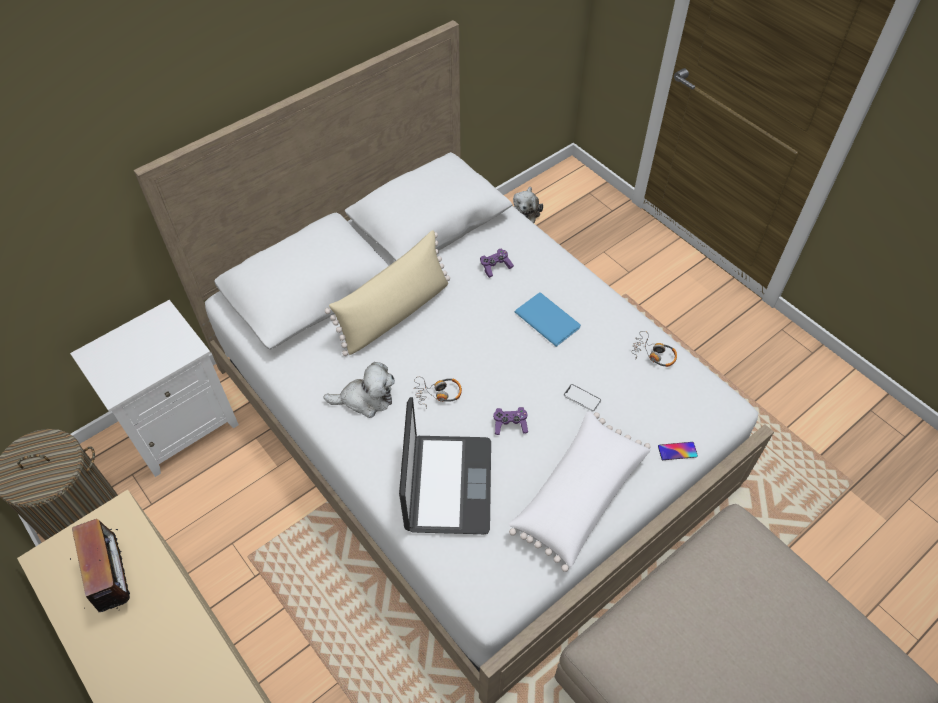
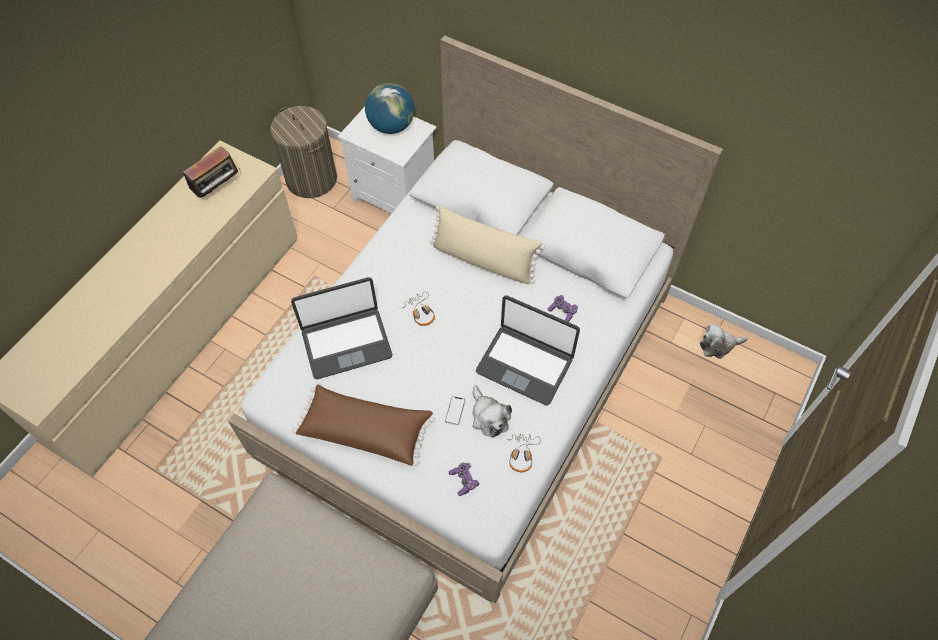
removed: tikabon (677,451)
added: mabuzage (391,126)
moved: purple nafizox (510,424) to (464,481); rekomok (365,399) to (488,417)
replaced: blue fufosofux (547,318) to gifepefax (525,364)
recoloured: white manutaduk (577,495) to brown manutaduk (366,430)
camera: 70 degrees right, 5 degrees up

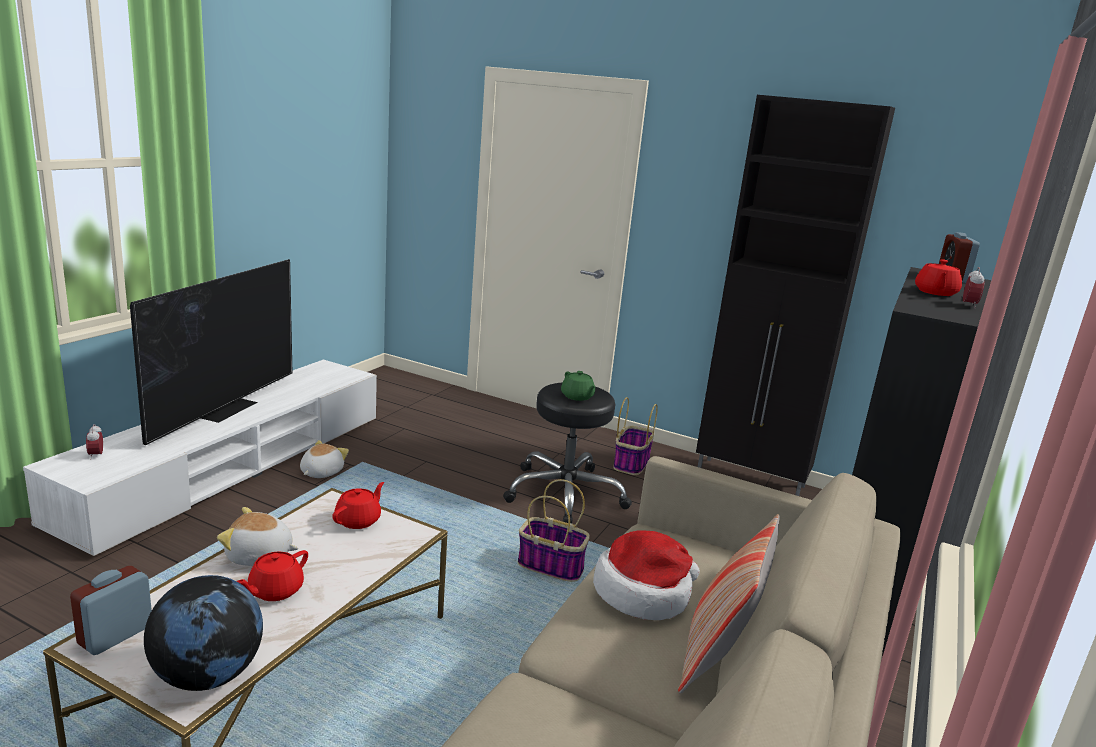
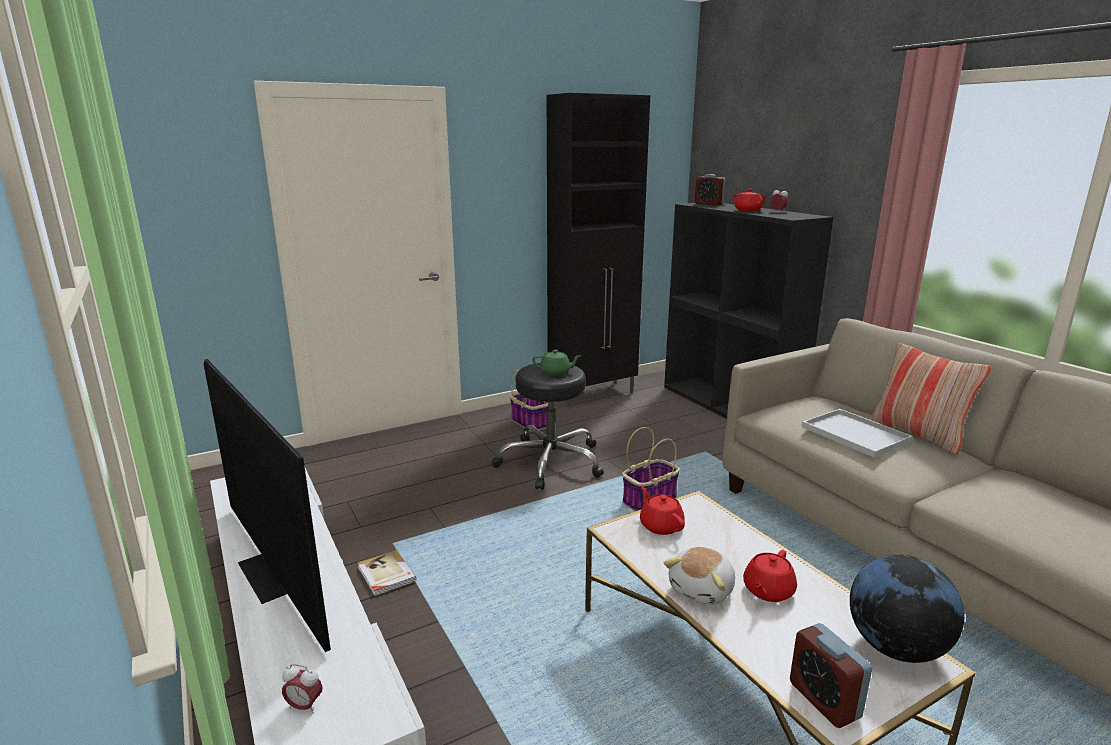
replaced: rekomok (320,472) to fufosofux (385,575); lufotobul (643,593) to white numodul (853,433)
turned: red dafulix (274,591) = (767,591) 60 degrees clockwise
camera: 55 degrees left, 0 degrees up

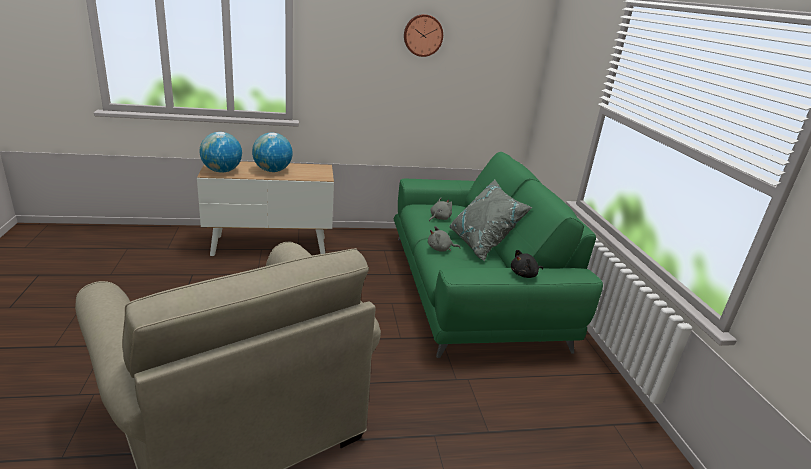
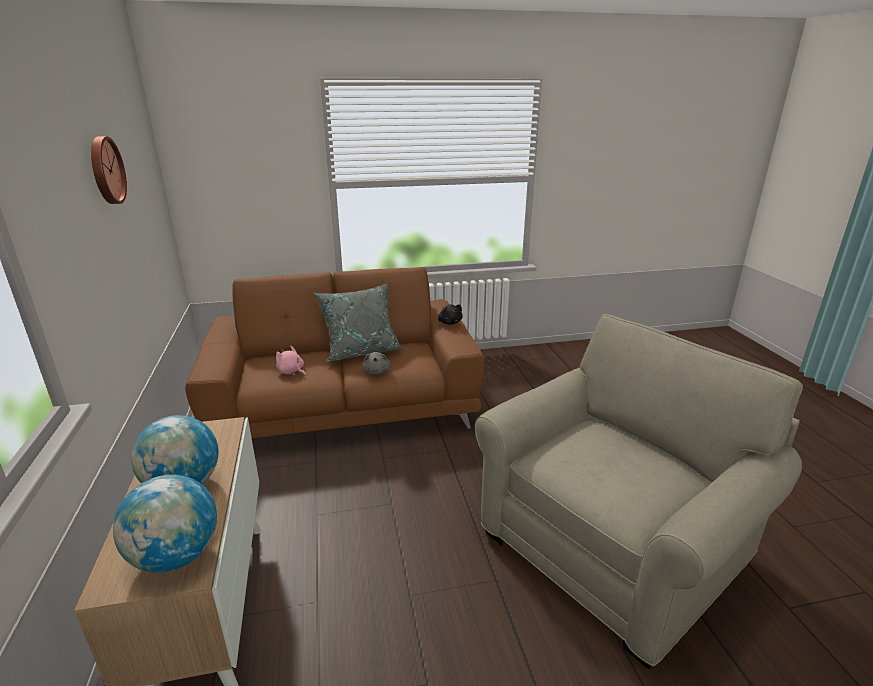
recoloured: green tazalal (471,288) to brown tazalal (345,406); grey rekomok (439,218) to pink rekomok (291,372)
camera: 90 degrees left, 0 degrees up

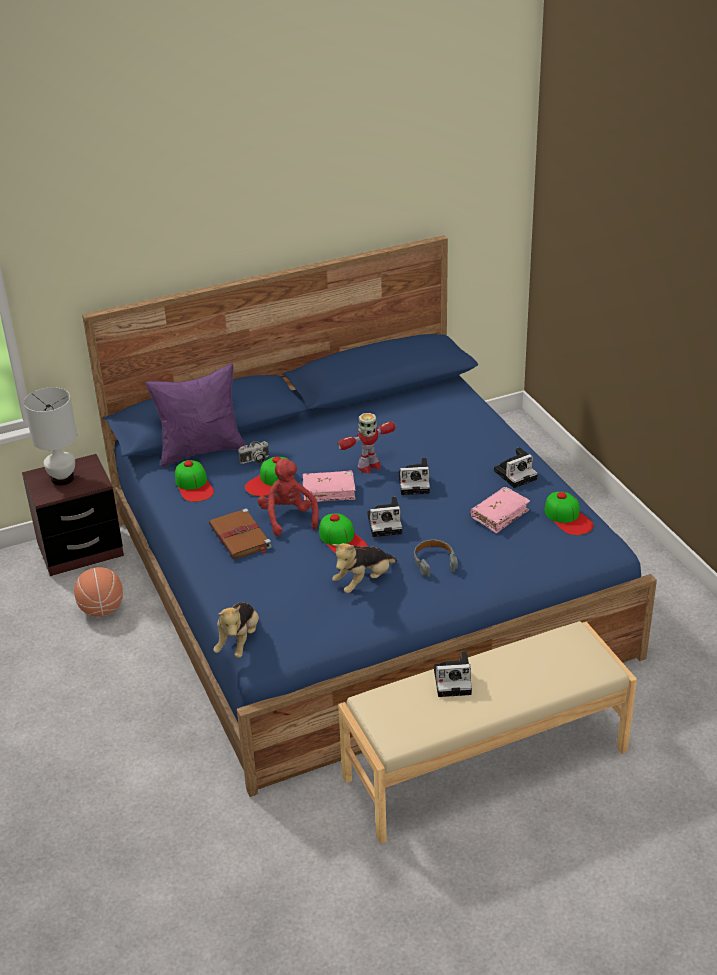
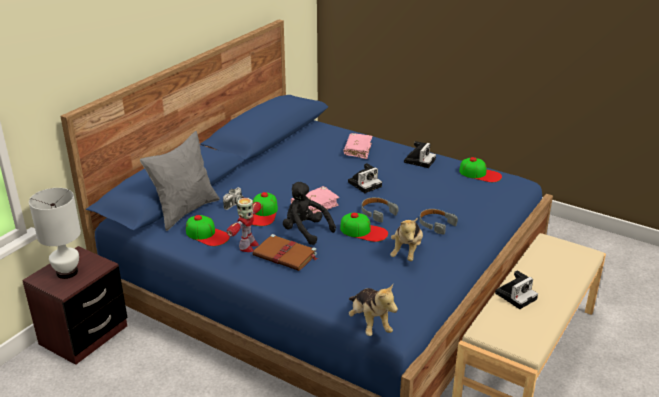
removed: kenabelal (102,609)
moved: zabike (368,466) to (248,246); pink fufosofux (499,515) to (358,150)
replaced: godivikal (386,523) to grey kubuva (377,212)
recoloured: purple manutaduk (201,450) to grey manutaduk (185,211); red rekomok (288,517) to black rekomok (305,231)
camera: 35 degrees left, 5 degrees down

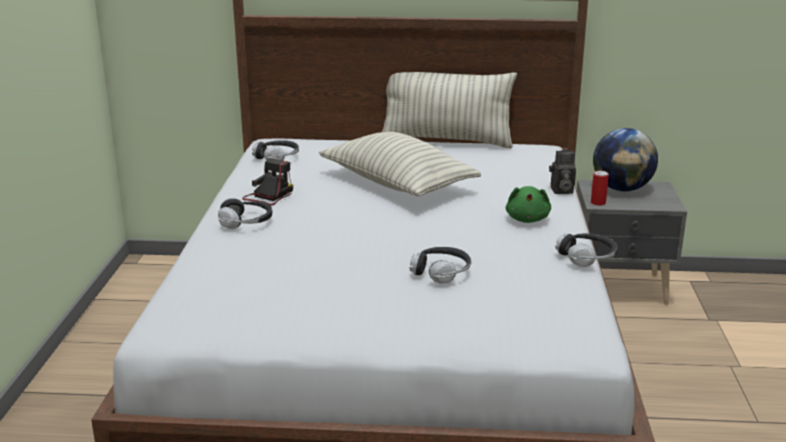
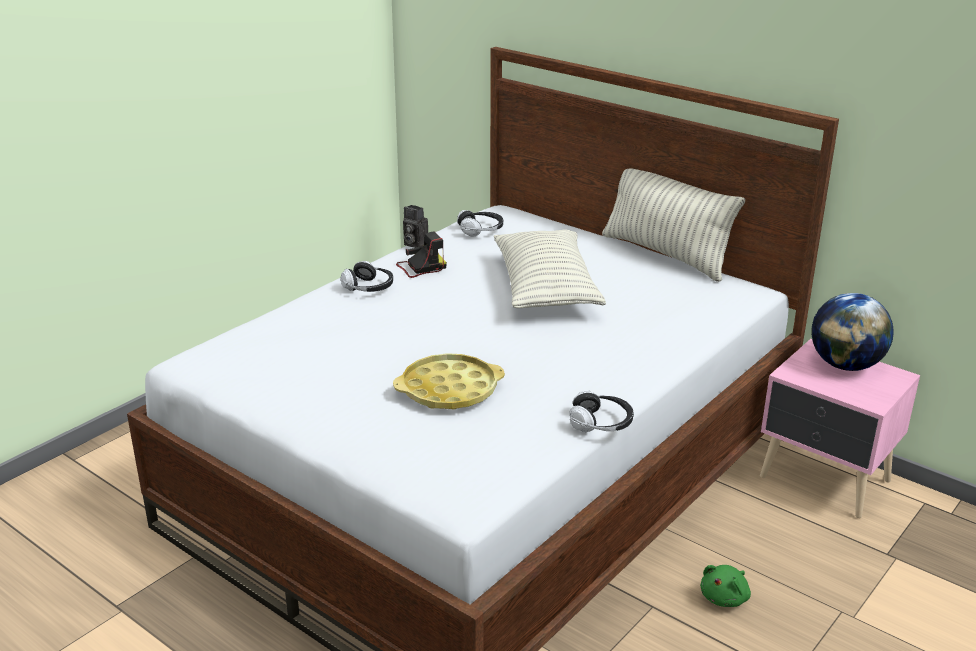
removed: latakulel (598,203)
moved: godivikal (561,191) to (414,244); green rekomok (527,219) to (725,597)
replaced: kubuva (441,273) to yellow numodul (449,390)
recoloured: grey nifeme (620,289) to pink nifeme (825,481)
camera: 35 degrees right, 5 degrees up

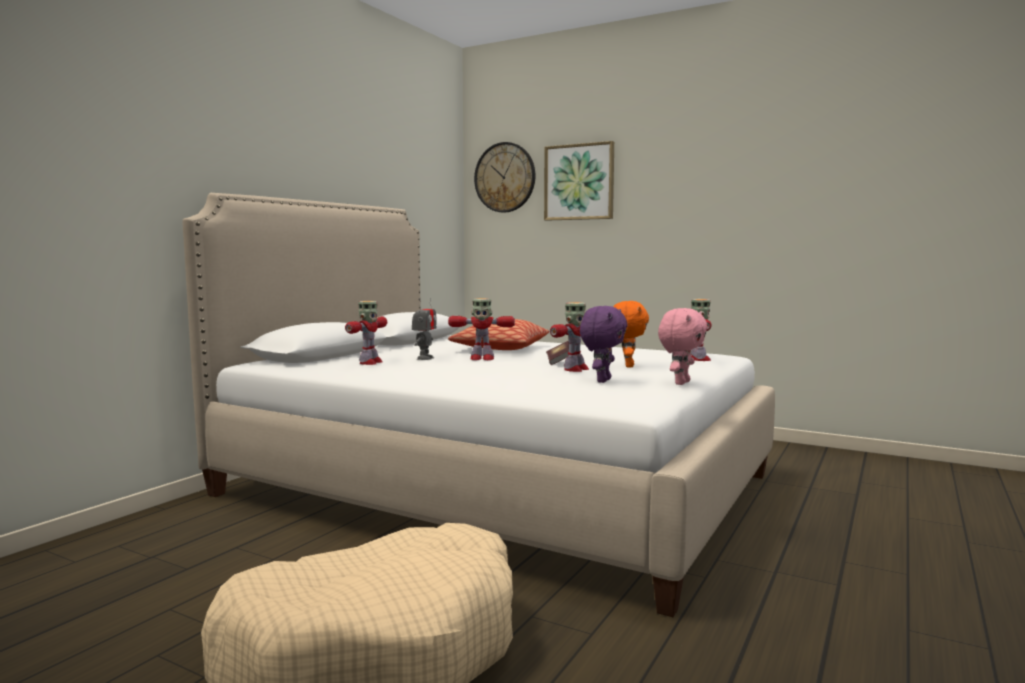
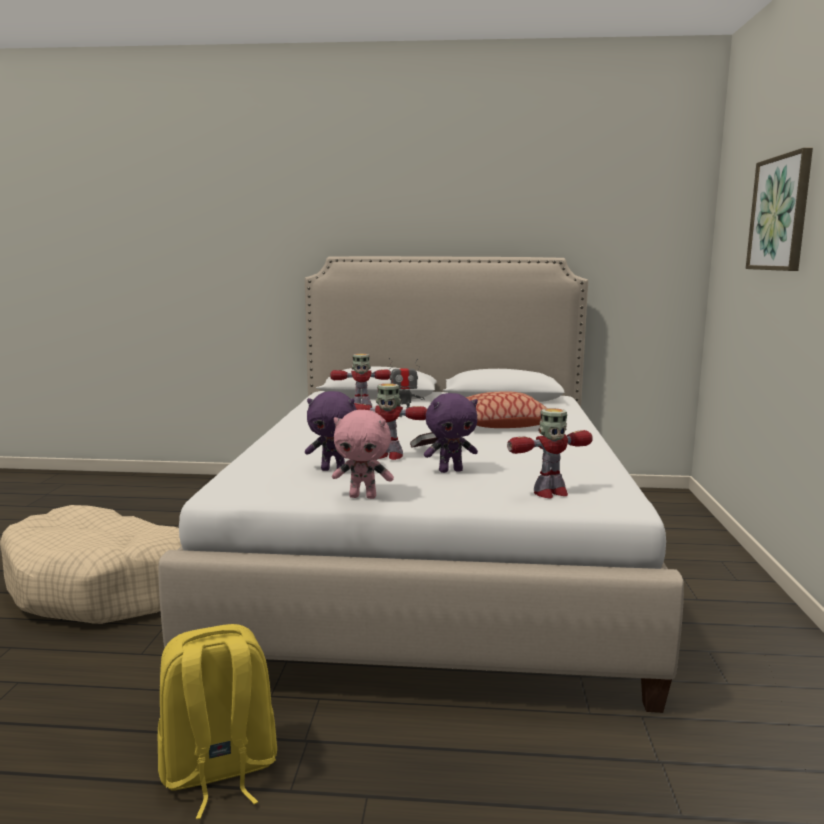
removed: zabike (481,358); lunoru (505,177)
added: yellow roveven (218,771)
recoloured: orange rekomok (627,366) to purple rekomok (450,470)
camera: 65 degrees right, 5 degrees up

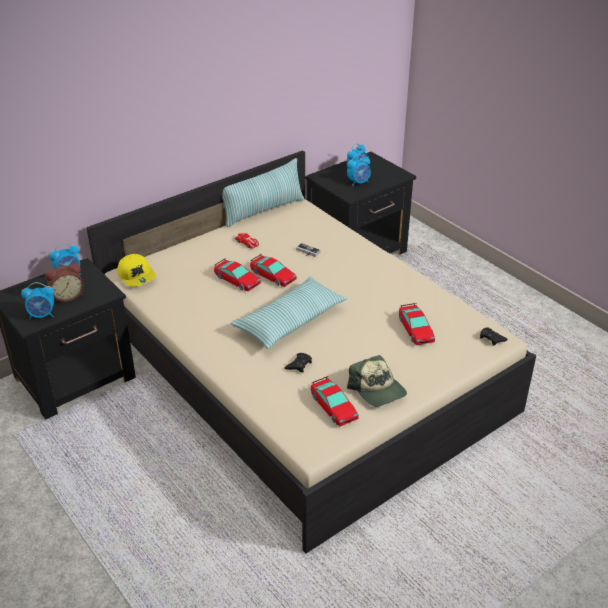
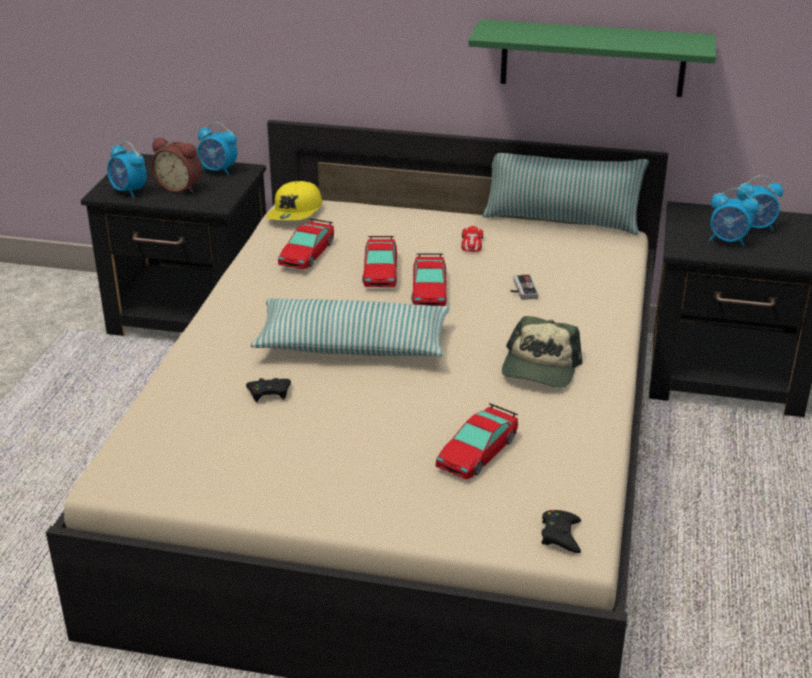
added: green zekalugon (592,58)
moved: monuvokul (333,407) to (306,253); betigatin (377,390) to (540,368)
camera: 50 degrees right, 5 degrees down

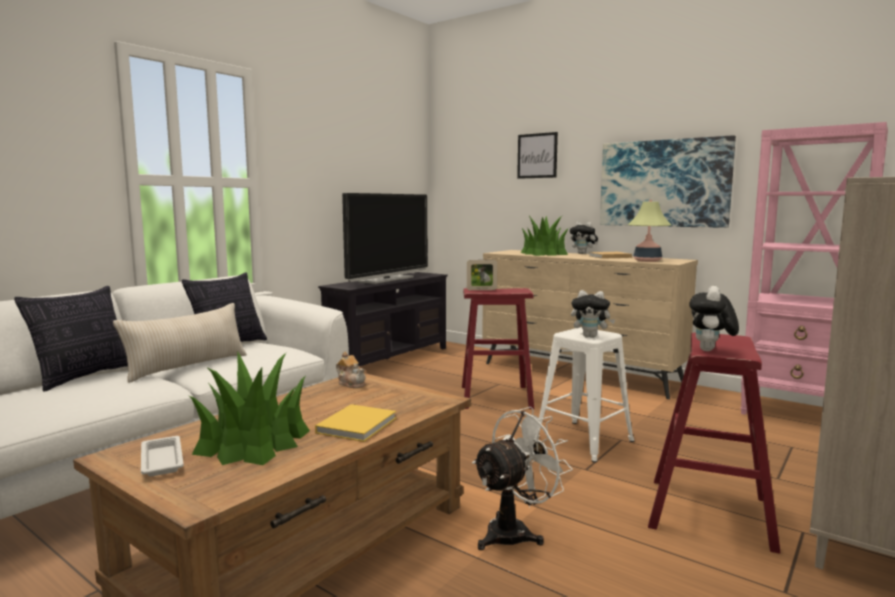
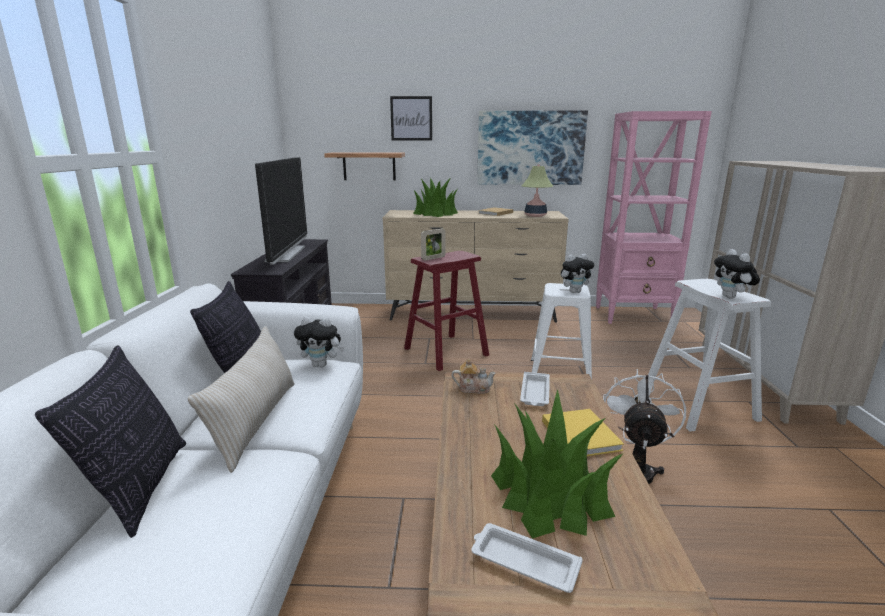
added: zekalugon (369,166); white numodul (535,393)
moved: rekomok (583,253) to (321,365)
recoloured: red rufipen (710,512) to white rufipen (698,406)
camera: 35 degrees left, 10 degrees up

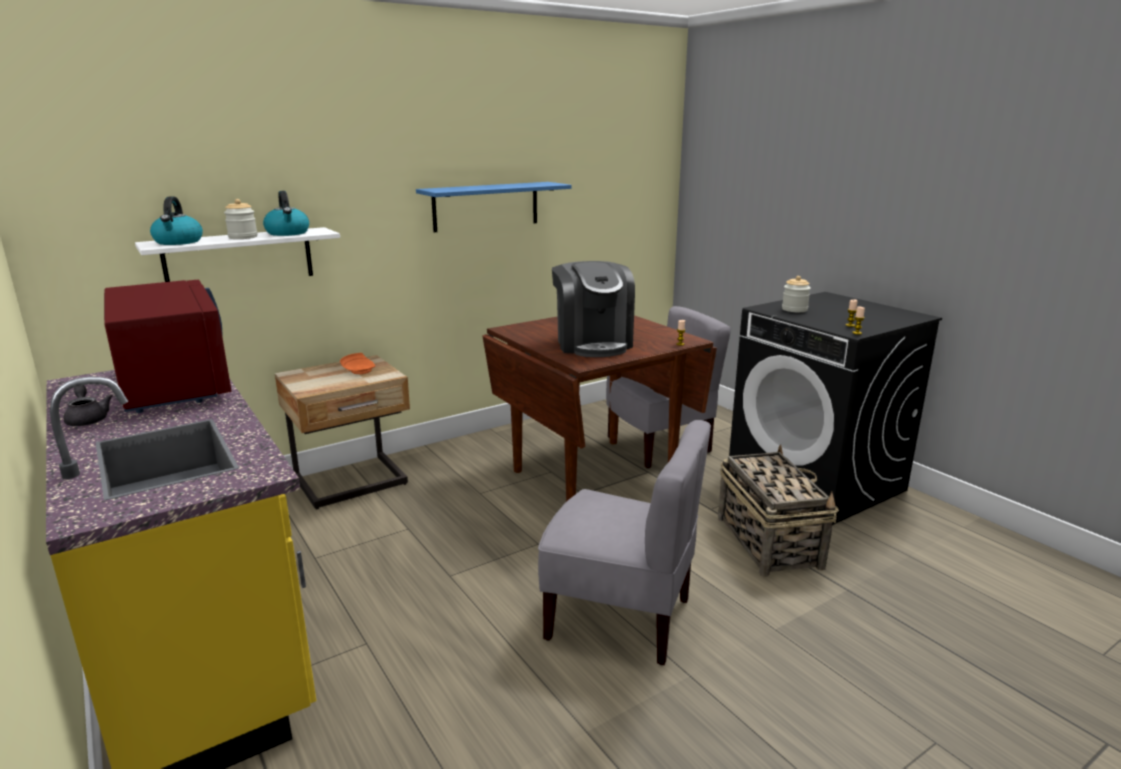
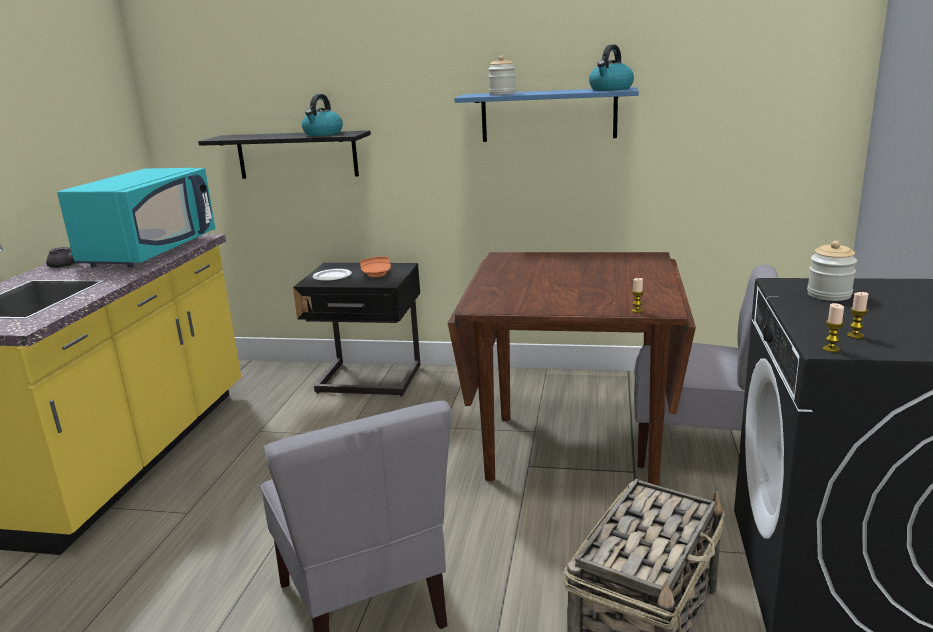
removed: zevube (592,343)
added: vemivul (332,277)
moved: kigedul (243,237) to (502,94); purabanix (178,242) to (611,89)
recoloured: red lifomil (173,385) to turquoise lifomil (151,251); white zekalugon (239,258) to black zekalugon (297,155); beige nifeme (353,483) to black nifeme (369,381)
camera: 45 degrees right, 0 degrees up

